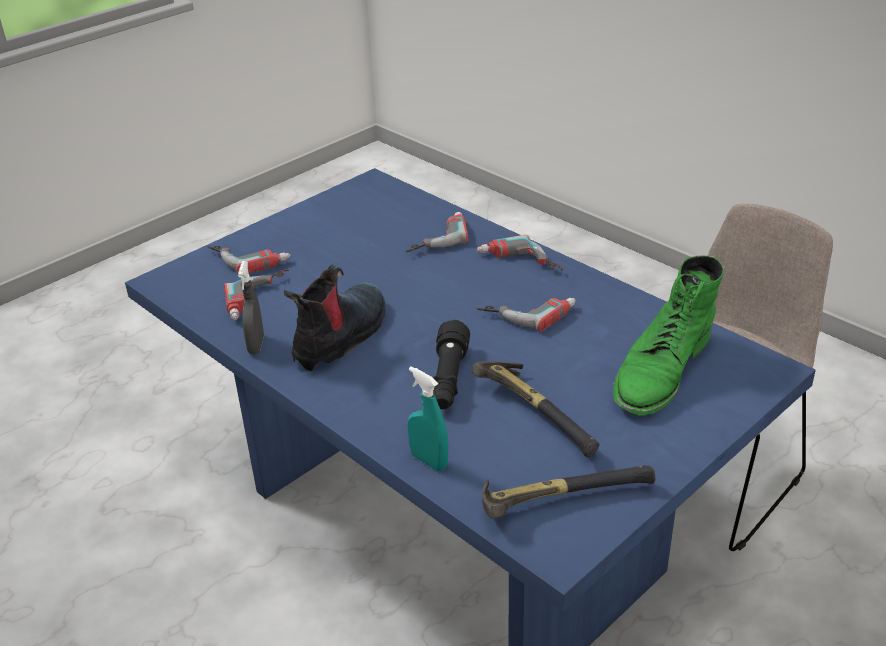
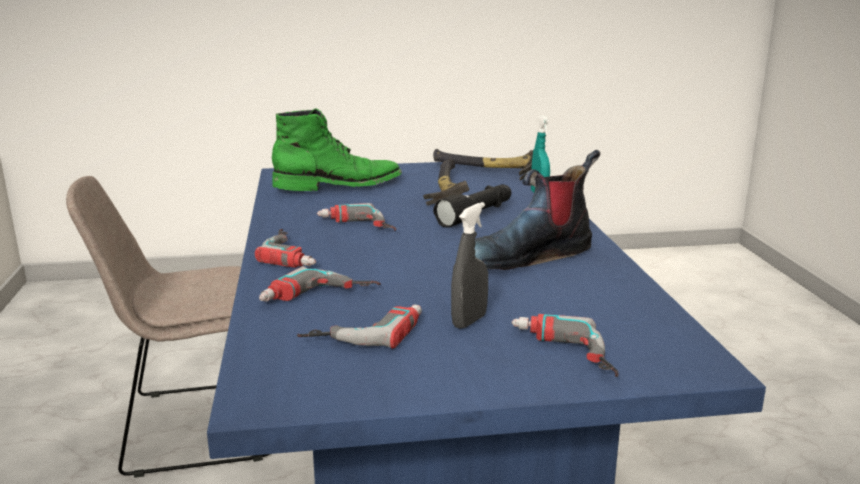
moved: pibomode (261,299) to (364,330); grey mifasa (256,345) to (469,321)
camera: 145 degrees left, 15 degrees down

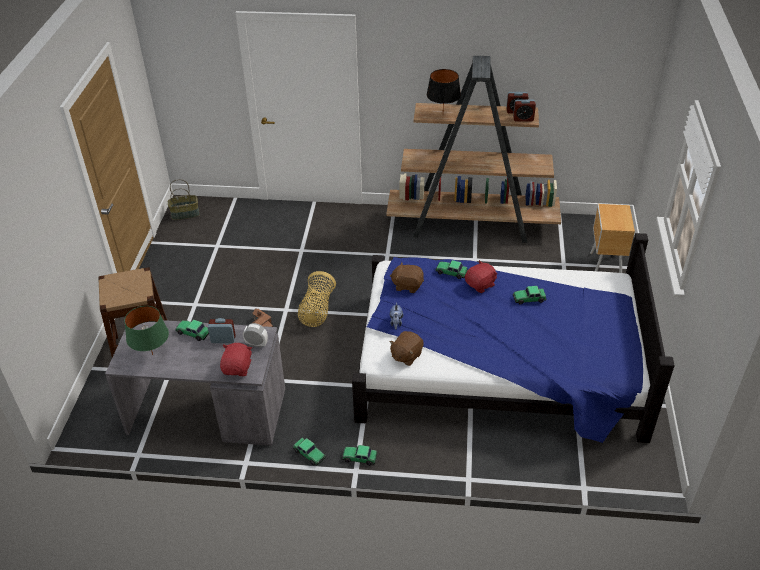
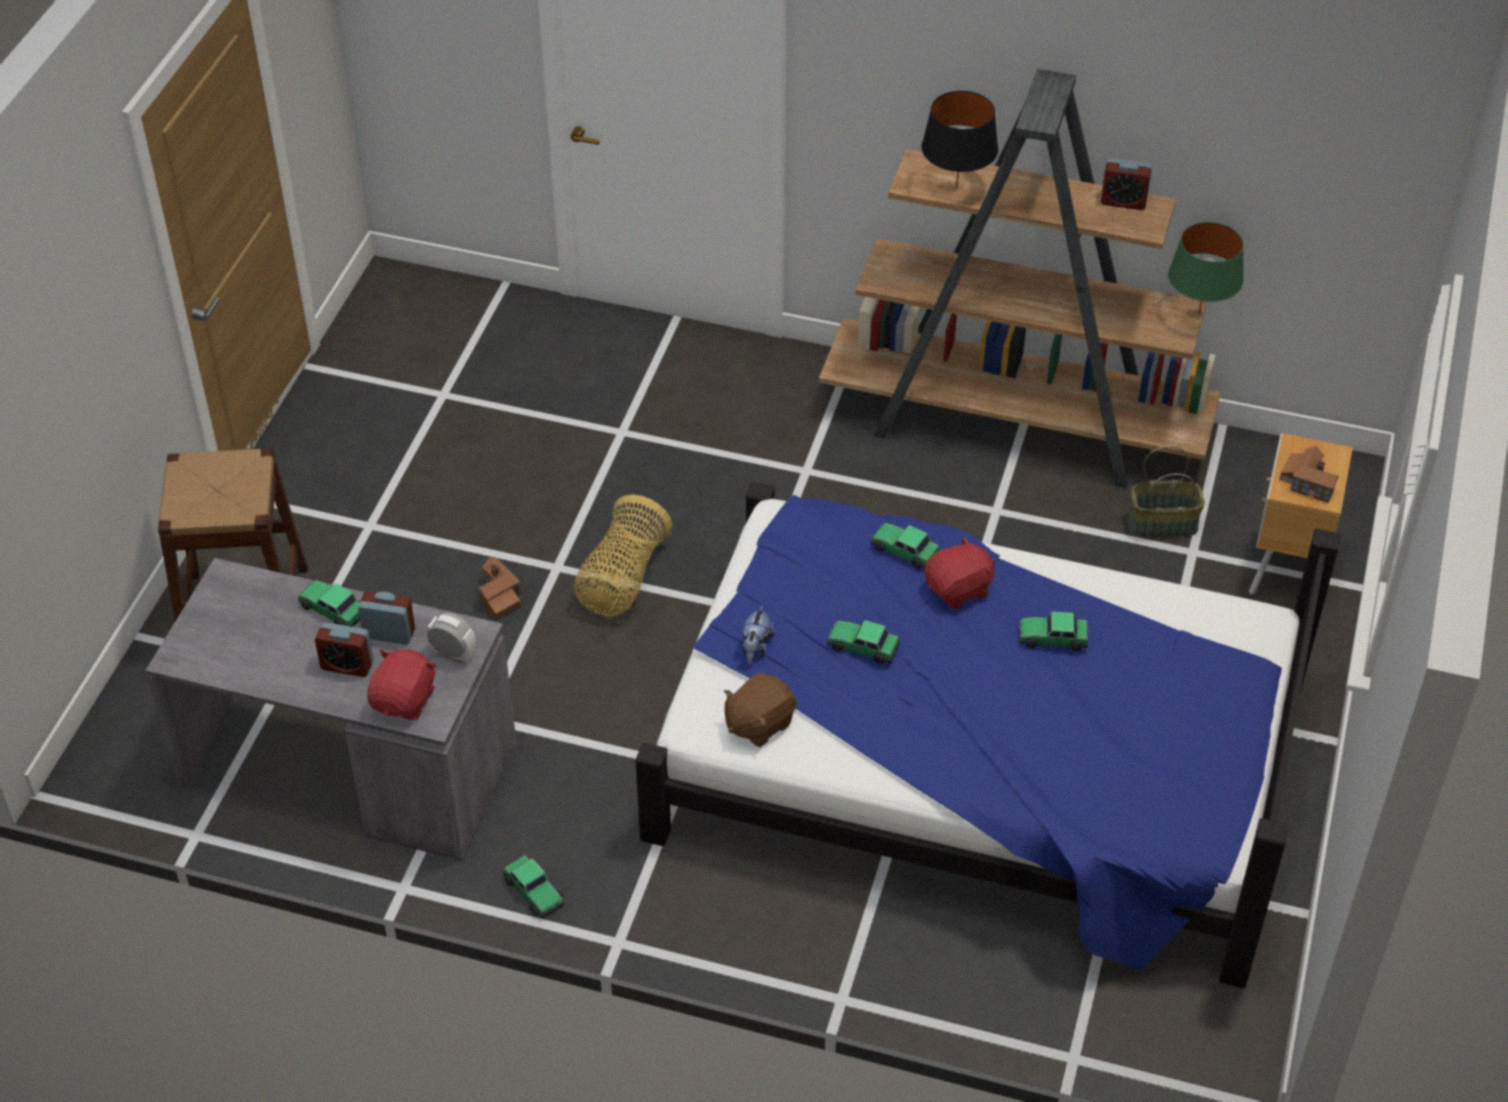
removed: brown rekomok (407,285)
added: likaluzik (1307,482)
moved: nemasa (523,119) to (347,665); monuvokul (359,457) to (862,646); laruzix (185,214) to (1163,523); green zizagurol (152,354) to (1199,314)
camera: 10 degrees right, 5 degrees up

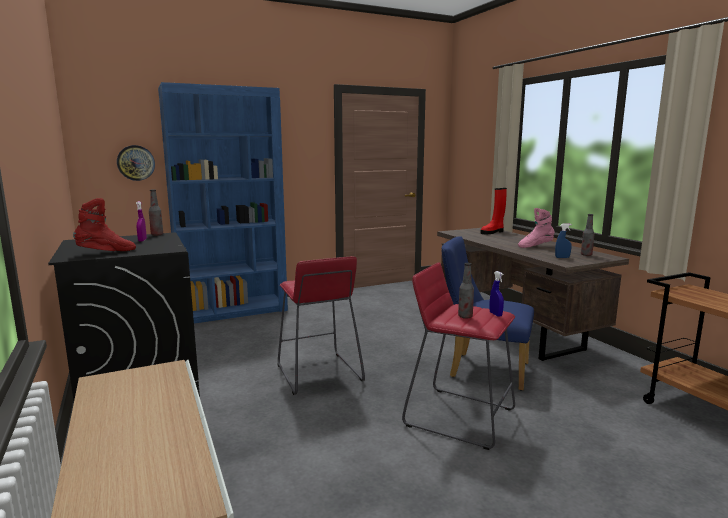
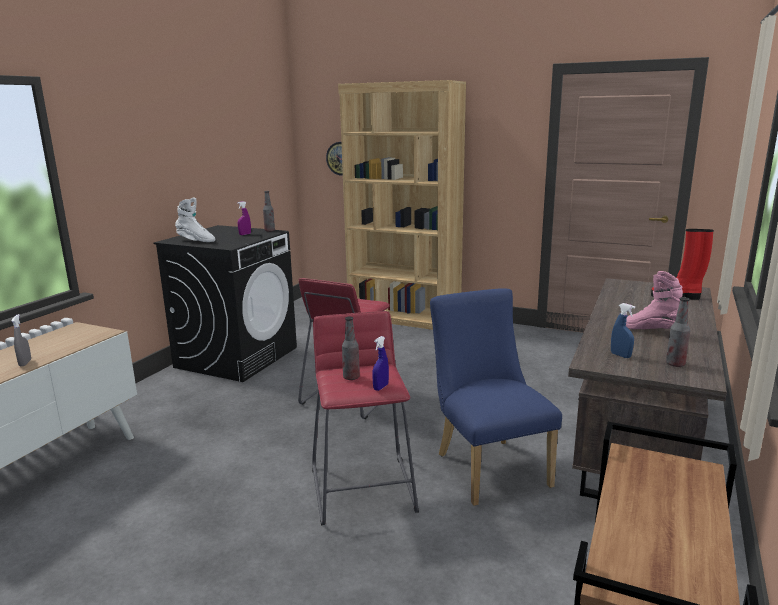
added: grey mifasa (25,363)
recoloured: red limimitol (107,252) to white limimitol (196,241); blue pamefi (233,311) to brown pamefi (404,317)
camera: 50 degrees right, 5 degrees up

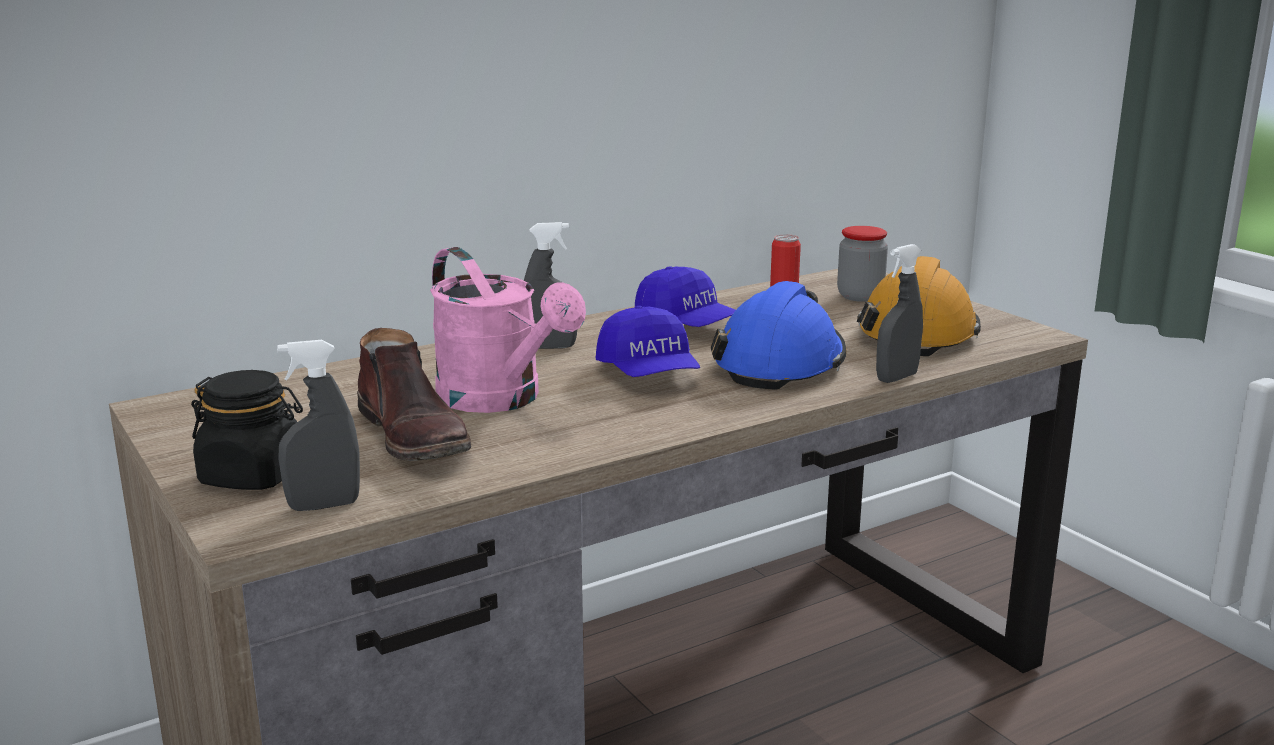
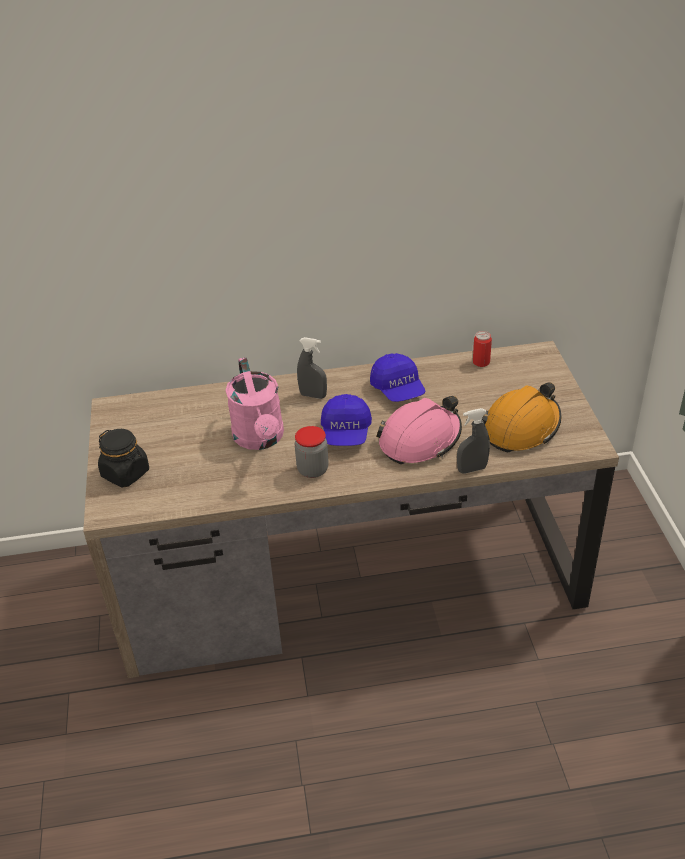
removed: grey mifasa (324,505); brown limimitol (415,436)
moved: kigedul (860,296) to (313,470)
recoloured: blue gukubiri (780,363) to pink gukubiri (420,440)
camera: 25 degrees right, 20 degrees up

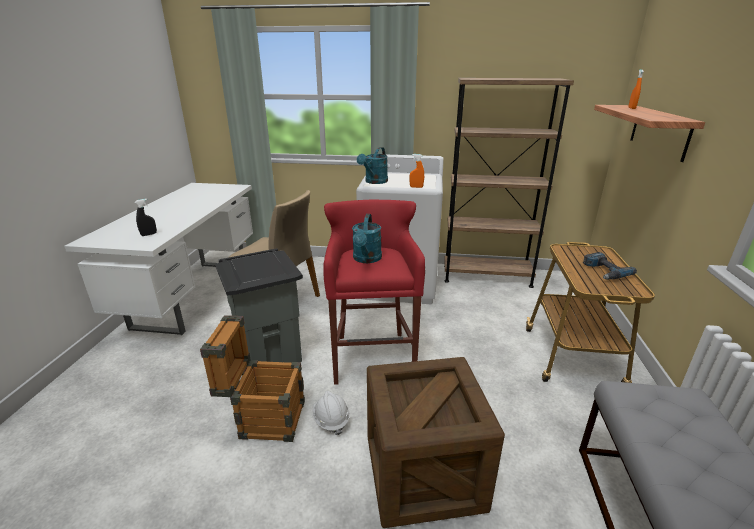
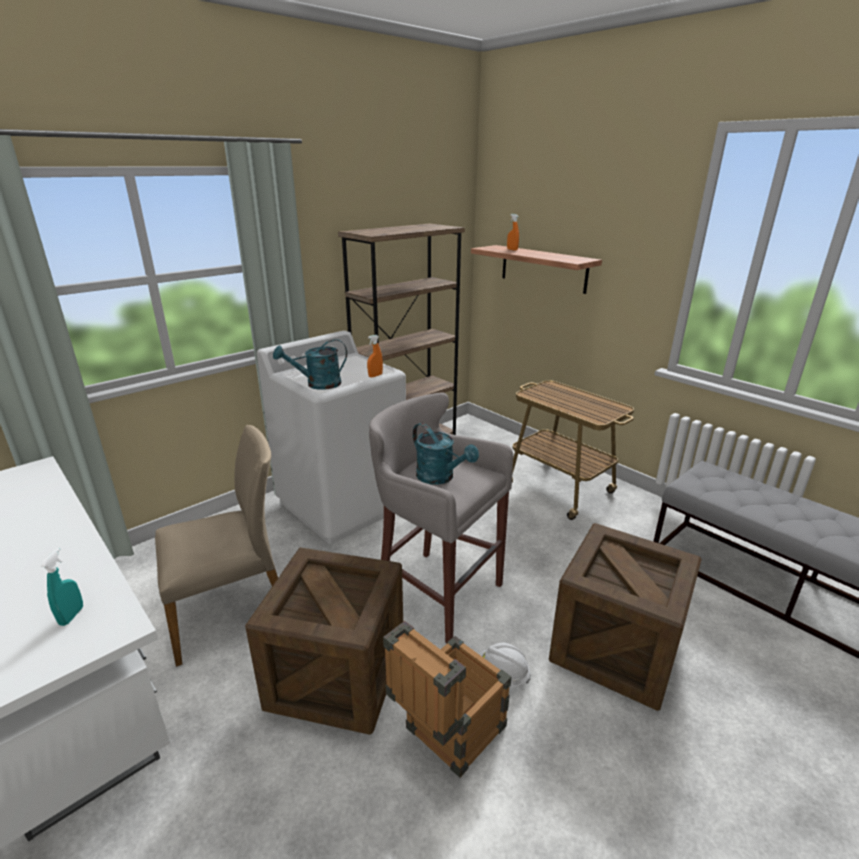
removed: pibomode (603,271)
replaced: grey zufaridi (270,355) to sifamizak (337,674)
recoloured: black mifasa (149,234) to turquoise mifasa (72,616); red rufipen (372,355) to grey rufipen (435,591)
turned: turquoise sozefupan (374,182) = (317,385) 90 degrees clockwise
camera: 50 degrees left, 0 degrees up

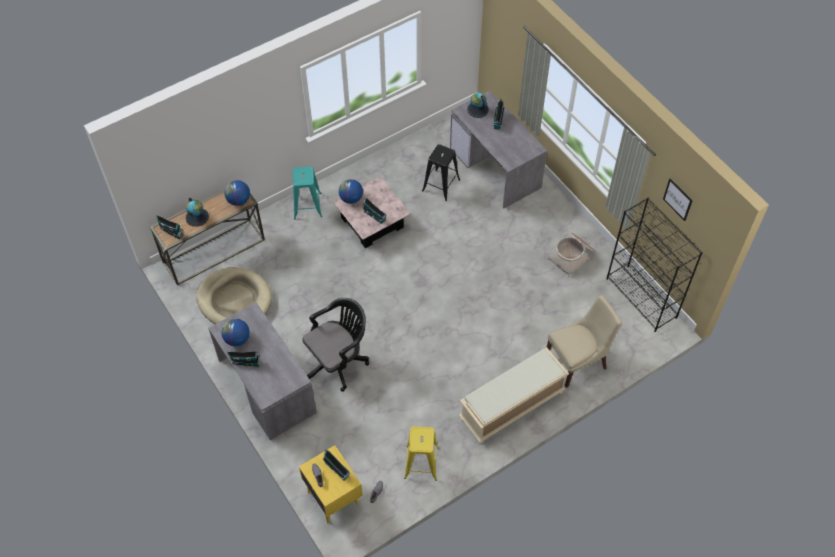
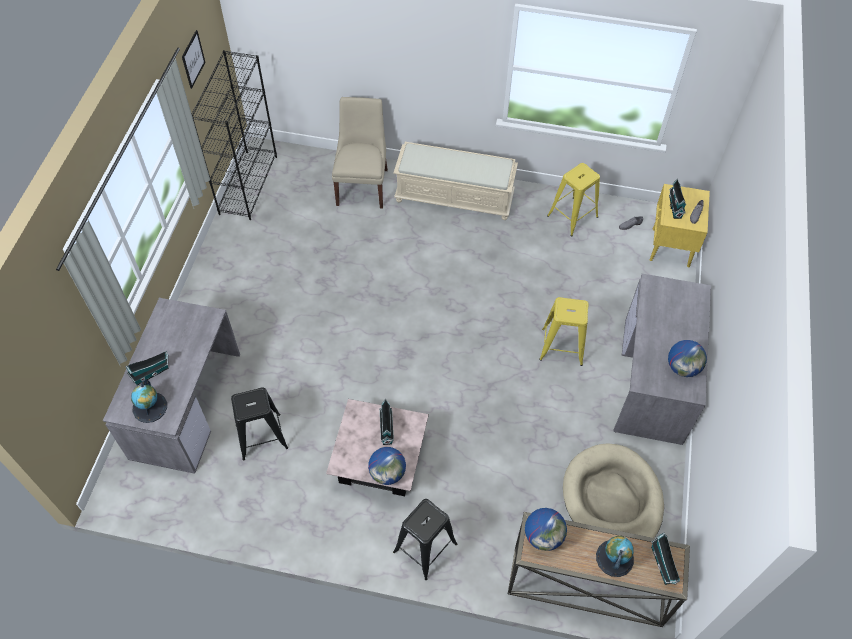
removed: likaluzik (245,362); laruzix (571,256)
replaced: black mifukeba (338,361) to yellow rufipen (562,346)
recoloured: turquoise rufipen (307,206) to black rufipen (425,548)
turned: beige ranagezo (577,361) = (362,185) 75 degrees clockwise
camera: 135 degrees left, 0 degrees up

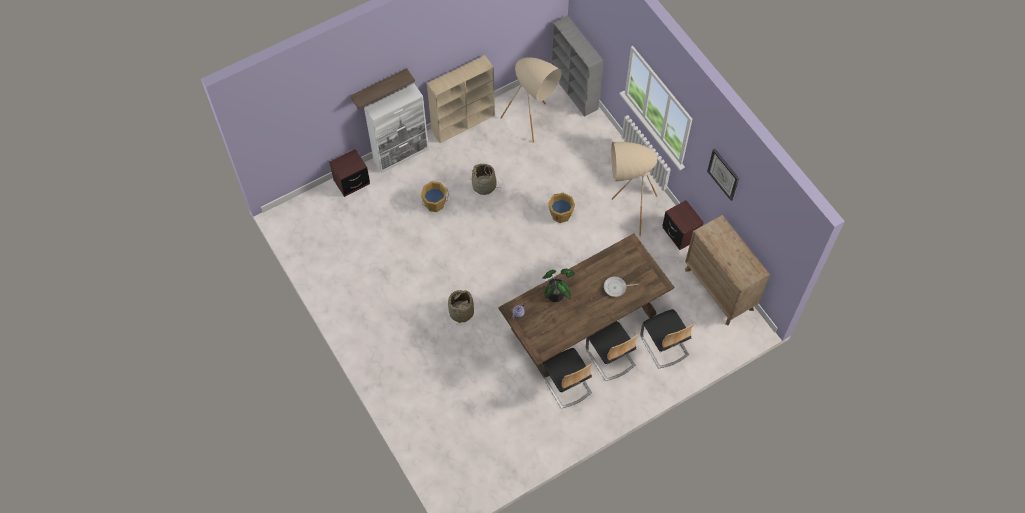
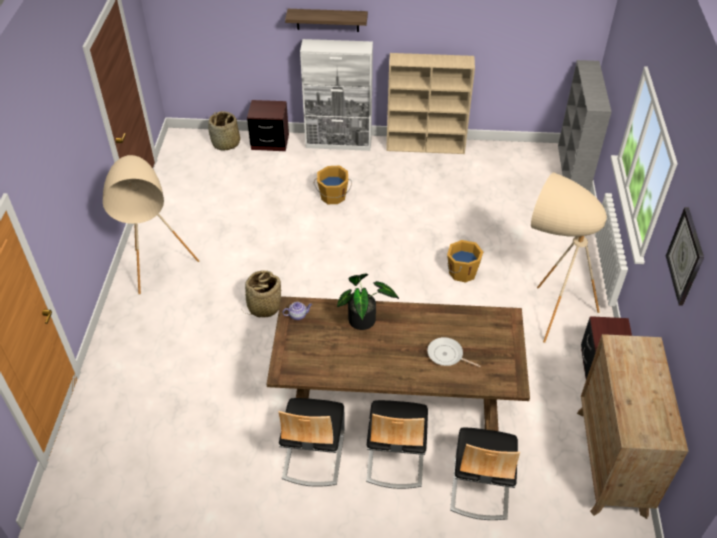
moved: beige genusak (533,127) to (158,278); laruzix (484,186) to (226,143)
camera: 35 degrees right, 15 degrees down

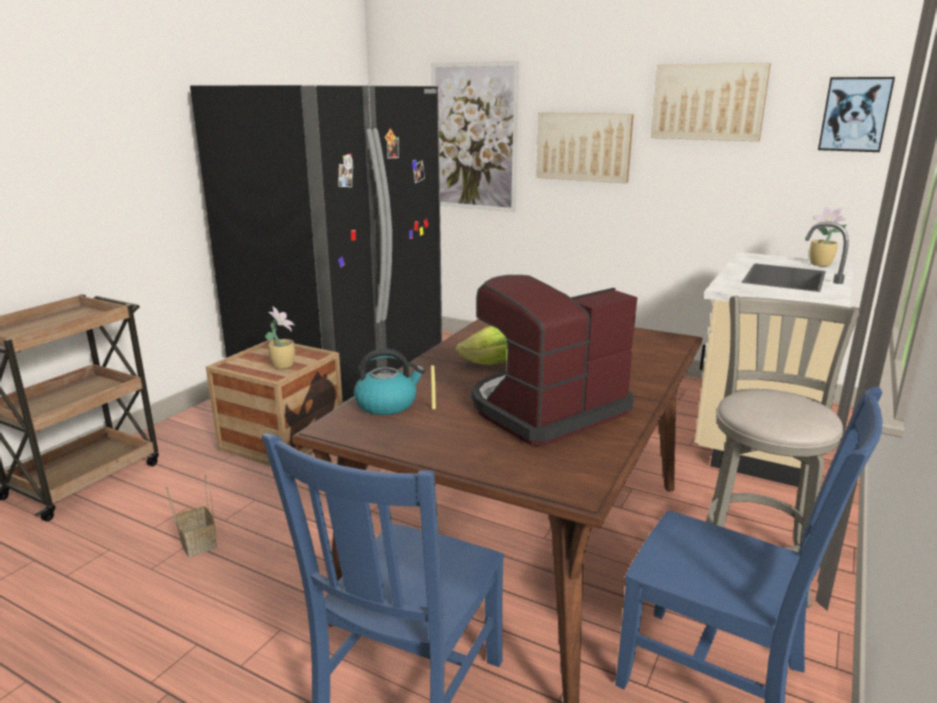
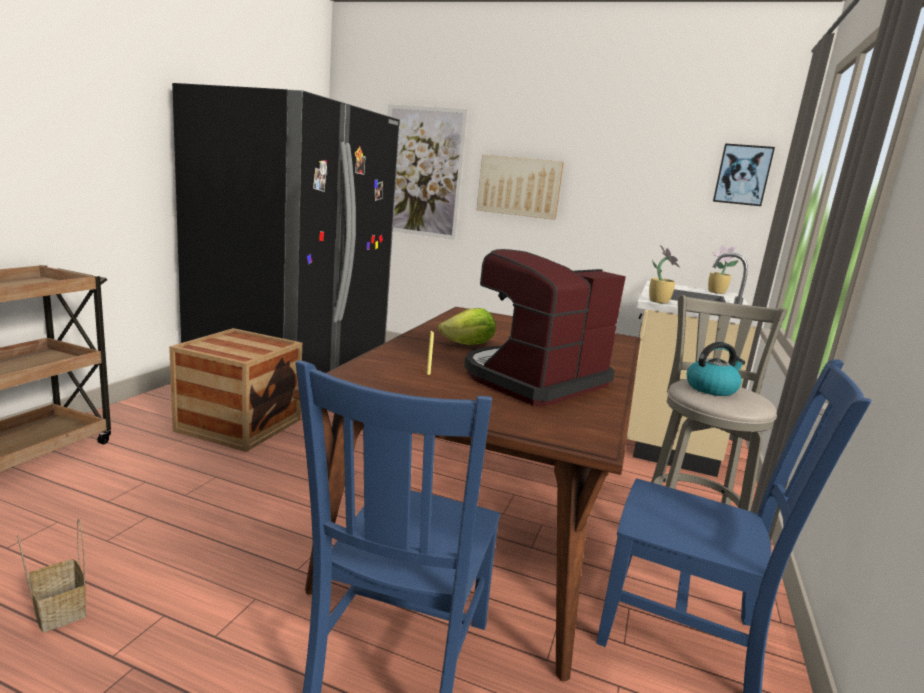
removed: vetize (708,102)
moved: laruzix (197,543) to (58,610); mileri (284,365) to (658,301); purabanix (387,404) to (711,388)
camera: 10 degrees left, 5 degrees down

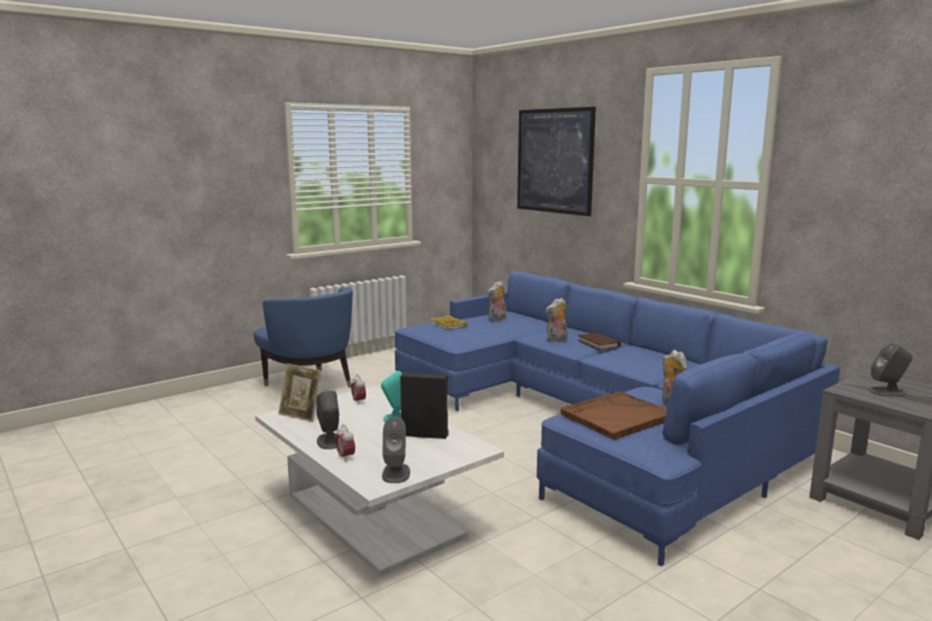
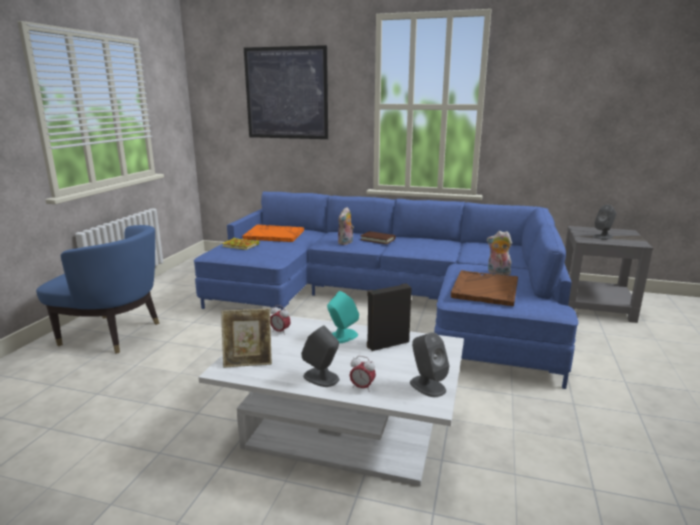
replaced: rekomok (497,320) to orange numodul (273,235)
camera: 35 degrees left, 5 degrees up

